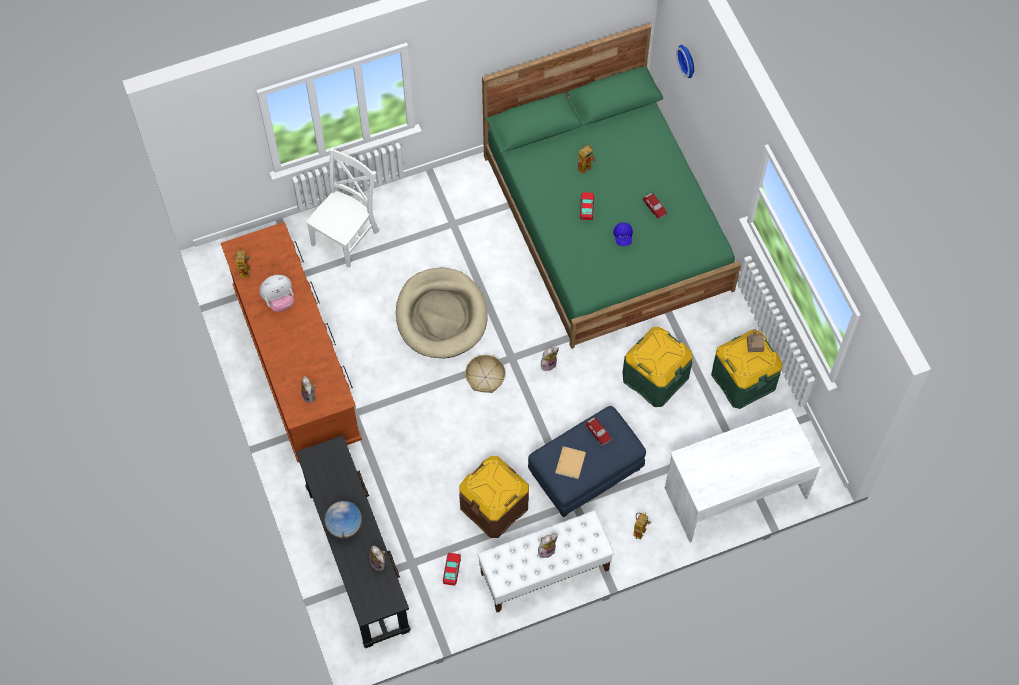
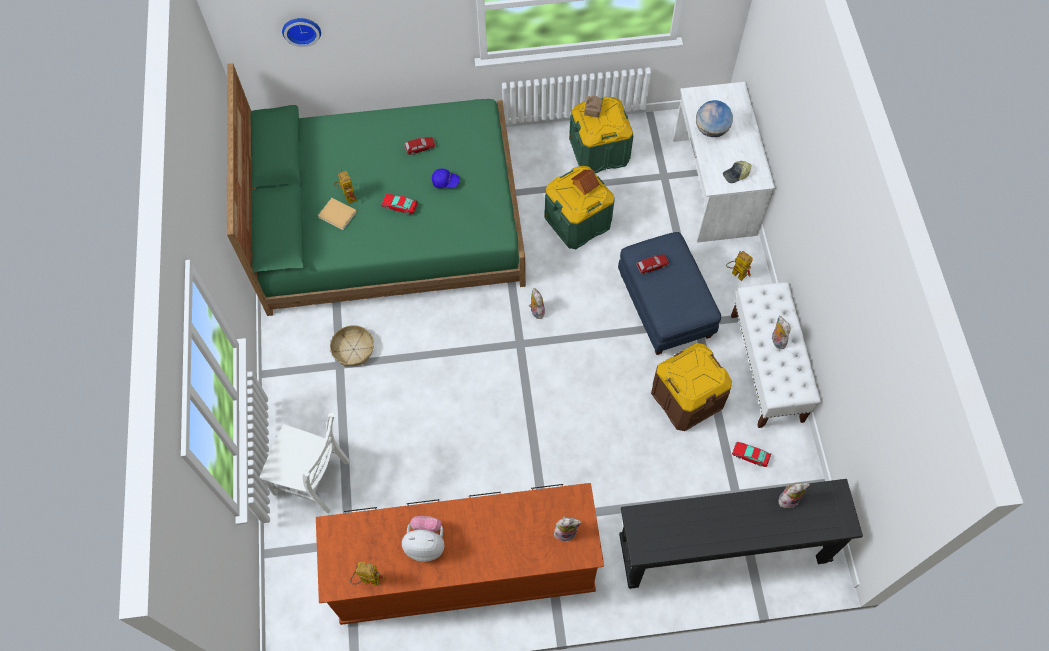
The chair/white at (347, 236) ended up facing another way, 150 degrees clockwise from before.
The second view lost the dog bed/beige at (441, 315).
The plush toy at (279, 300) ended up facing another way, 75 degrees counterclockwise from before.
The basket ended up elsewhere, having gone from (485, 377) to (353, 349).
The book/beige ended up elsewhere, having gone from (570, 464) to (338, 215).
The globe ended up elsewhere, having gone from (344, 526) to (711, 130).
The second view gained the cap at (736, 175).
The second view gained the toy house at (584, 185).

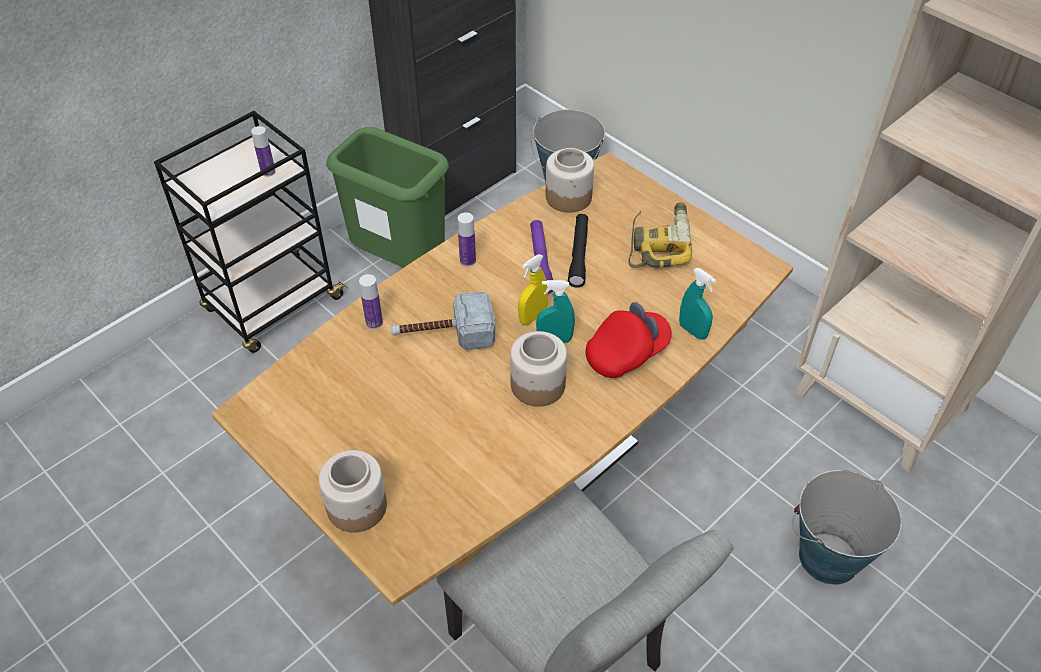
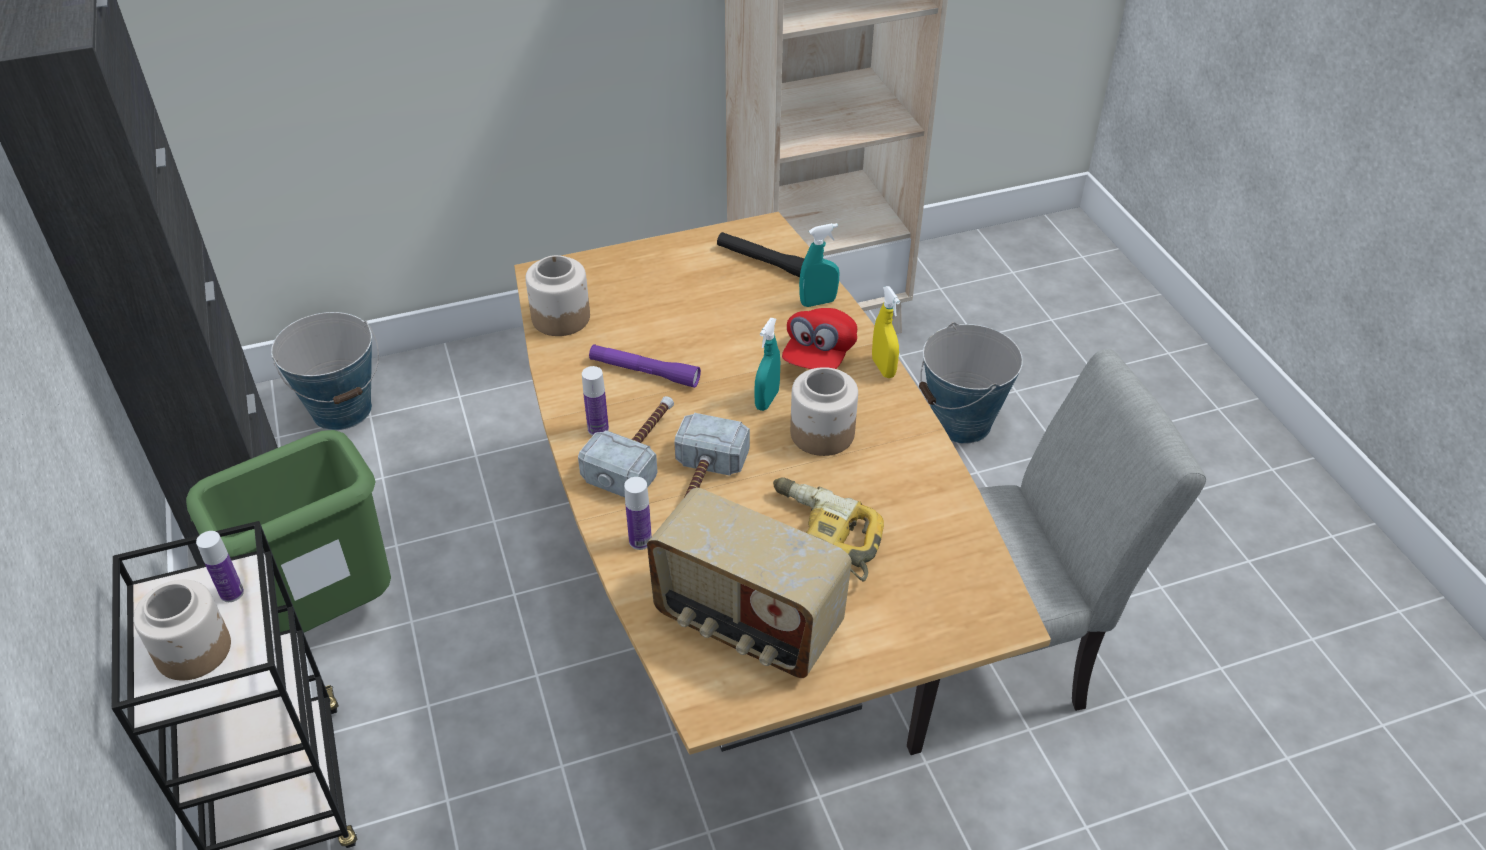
The power drill ended up elsewhere, having gone from (658, 242) to (818, 537).
The flashlight/black ended up elsewhere, having gone from (579, 255) to (764, 262).
The spray bottle/yellow ended up elsewhere, having gone from (532, 317) to (883, 368).
The cap/red at (627, 353) ended up facing another way, 150 degrees counterclockwise from before.
The jar ended up elsewhere, having gone from (357, 506) to (194, 650).
The second view gained the hammer at (639, 453).
The second view gained the radio at (746, 624).

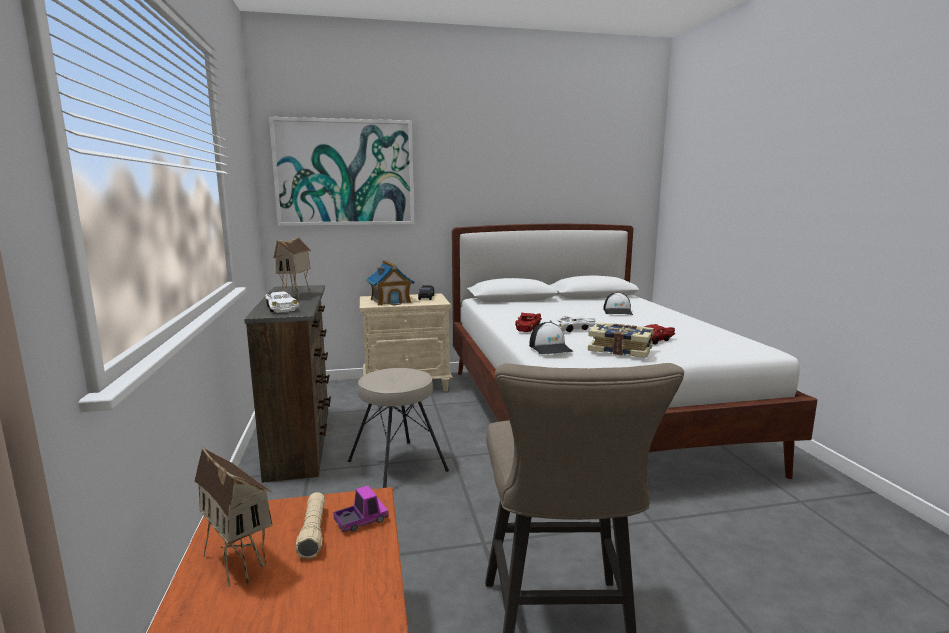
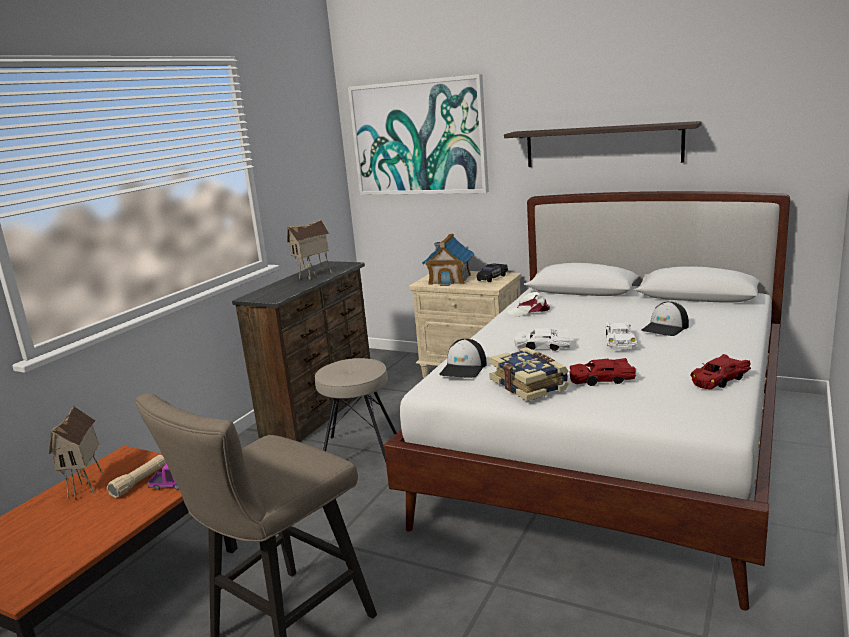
The toy car/white ended up elsewhere, having gone from (281, 308) to (619, 341).
The toy car/red ended up elsewhere, having gone from (527, 327) to (718, 379).
The second view gained the shelf at (602, 145).
The second view gained the cap/white at (529, 311).

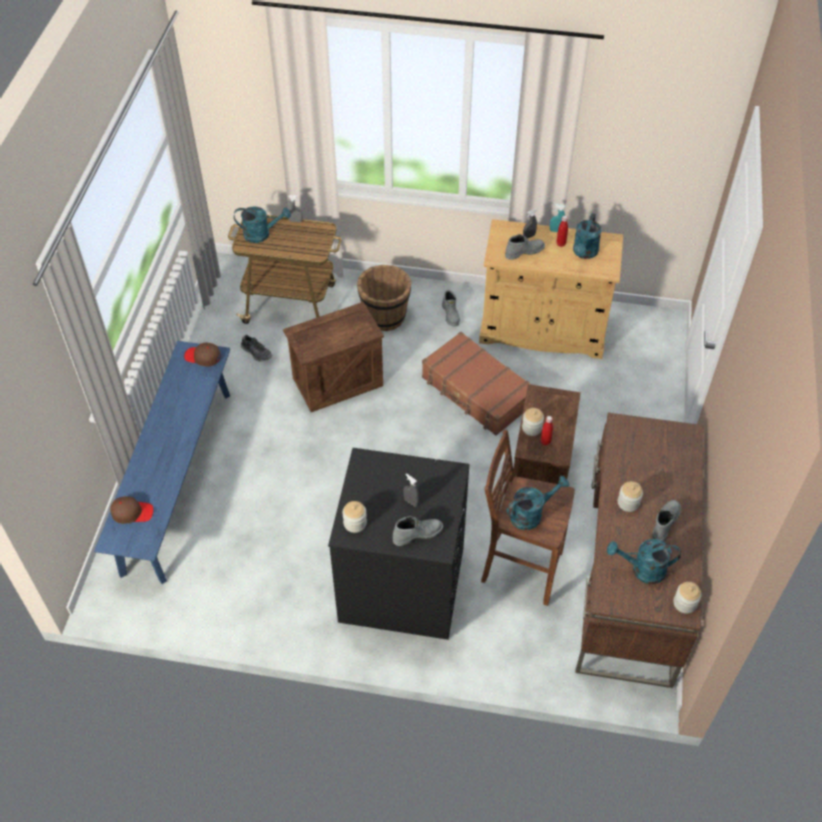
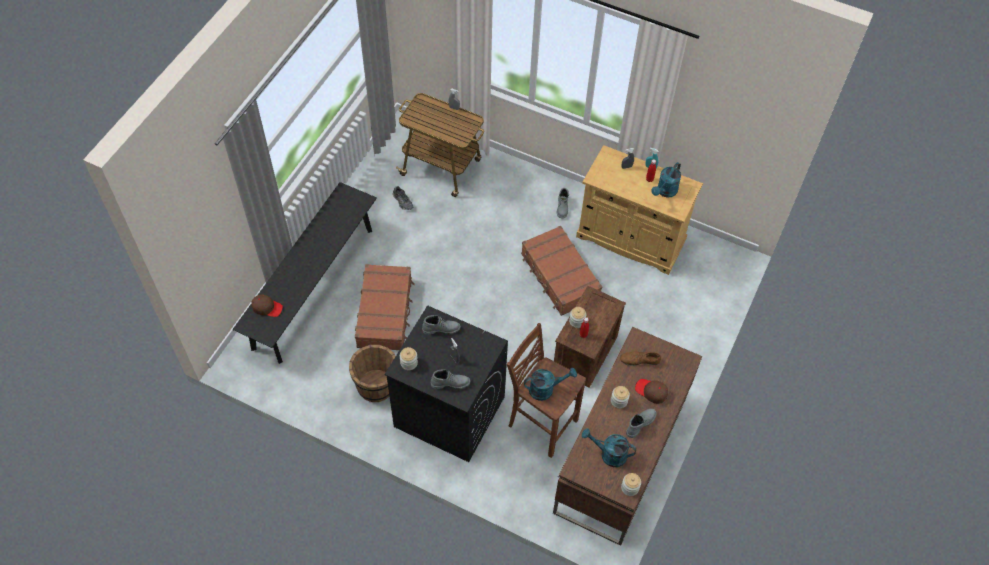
The second view lost the watering can/turquoise at (262, 234).
The boot/grey ended up elsewhere, having gone from (524, 251) to (441, 328).
The bucket/brown ended up elsewhere, having gone from (385, 316) to (376, 385).
The second view lost the crate at (338, 381).
What was the bench/blue at (177, 480) turned into the bench/black at (313, 287).
The cap/brown ended up elsewhere, having gone from (203, 357) to (651, 392).
The second view gained the suitcase/brown at (385, 312).
The second view gained the shoe/brown at (639, 360).

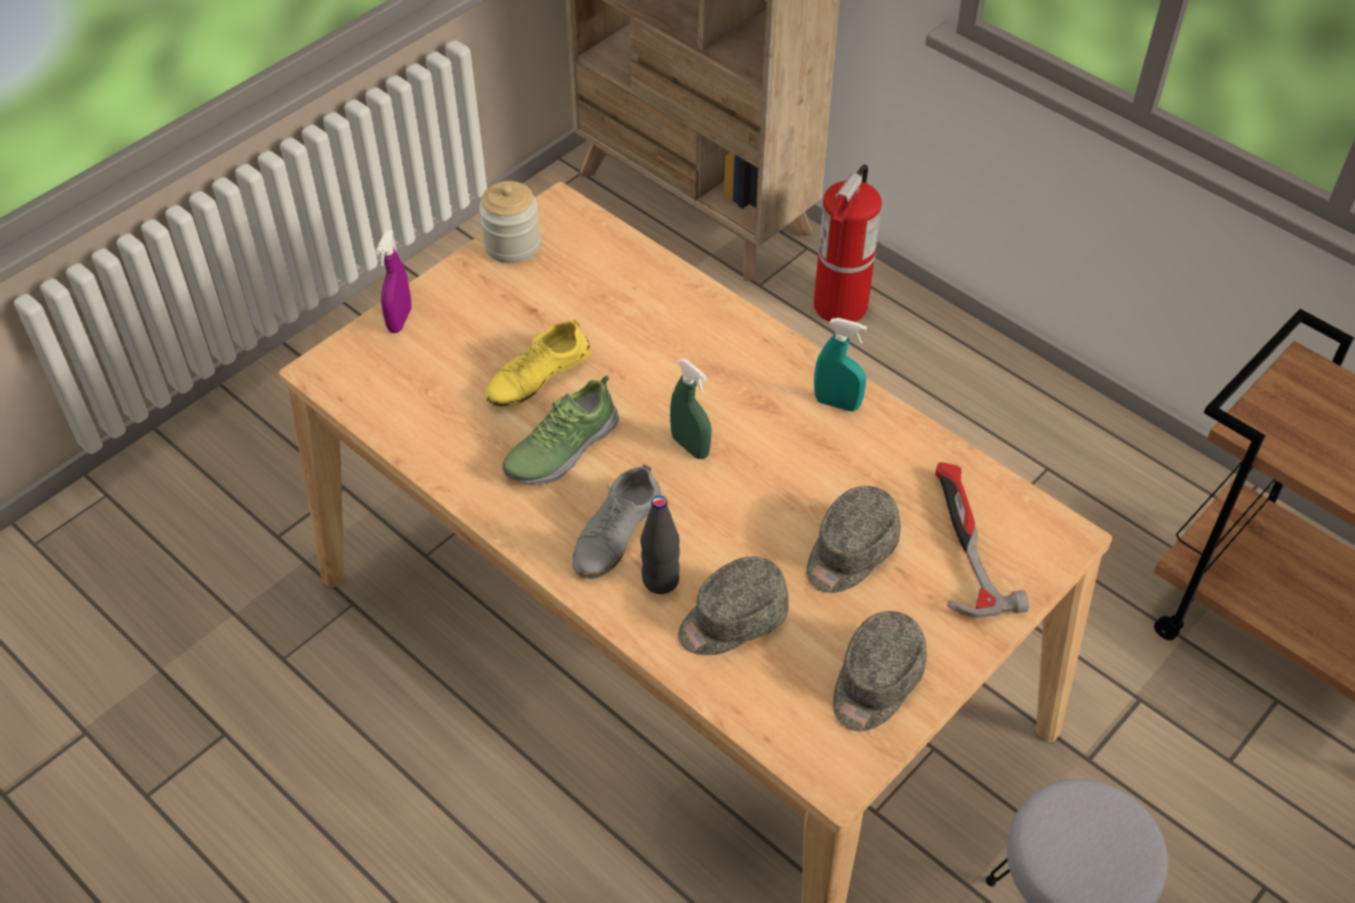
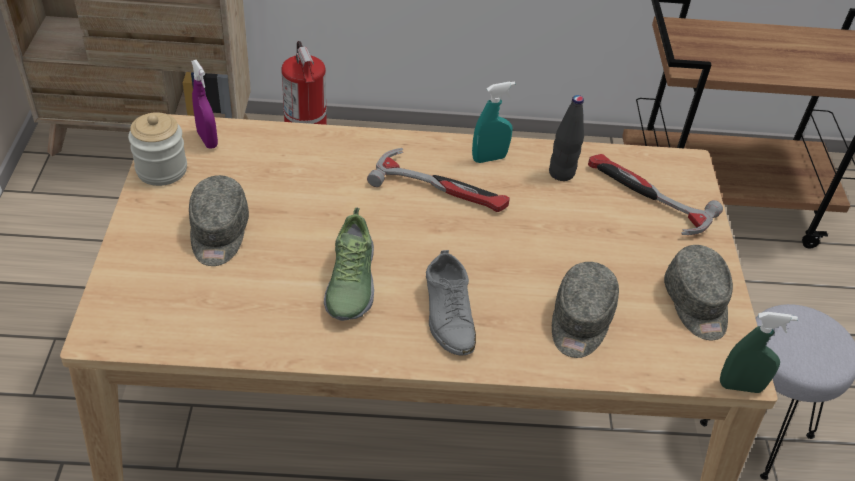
The spray bottle/purple ended up elsewhere, having gone from (400, 320) to (207, 140).
The second view lost the shoe/yellow at (537, 375).
The spray bottle/green ended up elsewhere, having gone from (690, 446) to (740, 386).
The cap/grey ended up elsewhere, having gone from (850, 553) to (218, 233).
The bottle/black ended up elsewhere, having gone from (660, 580) to (561, 173).
The second view gained the hammer at (441, 187).

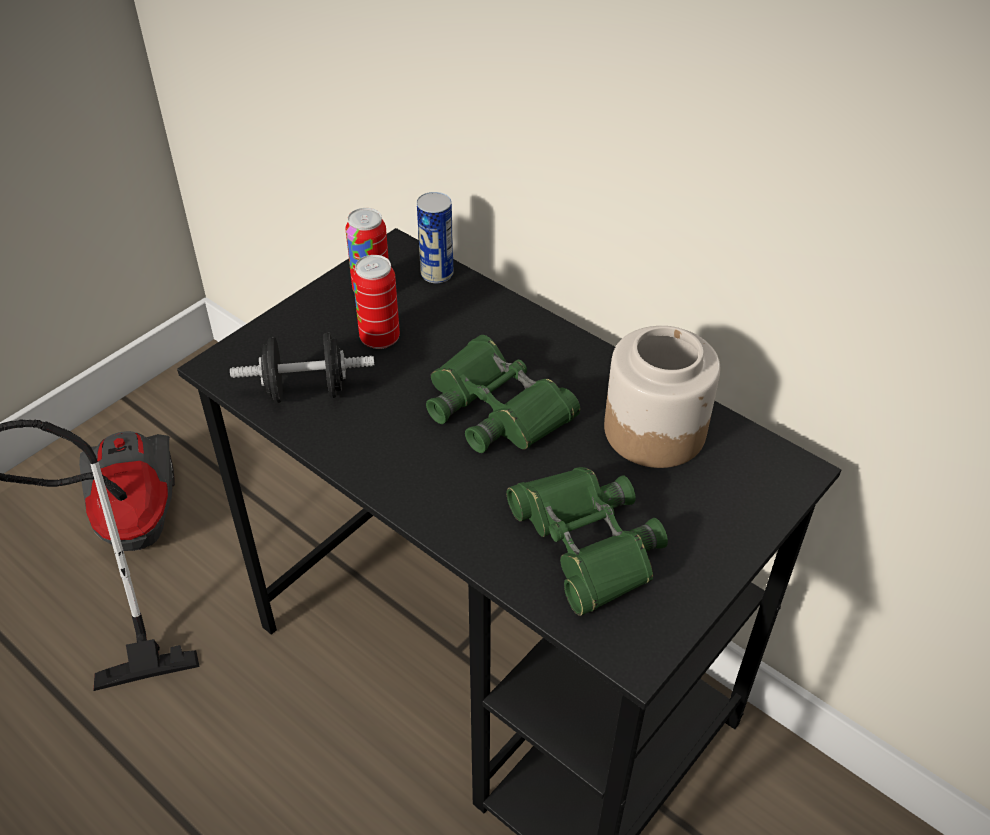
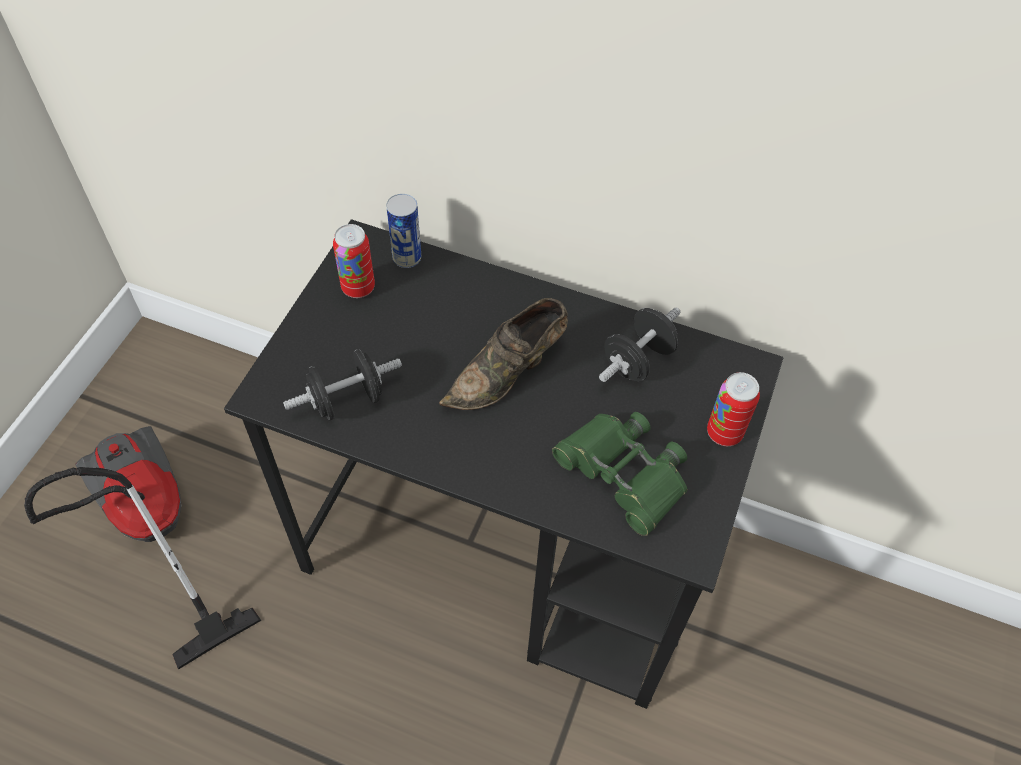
The can ended up elsewhere, having gone from (380, 339) to (724, 433).
Where the jar stood at (655, 430), the dumbbell/black came to stand at (638, 360).
Where the binoculars/green stood at (496, 408), the shoe/brown came to stand at (508, 374).

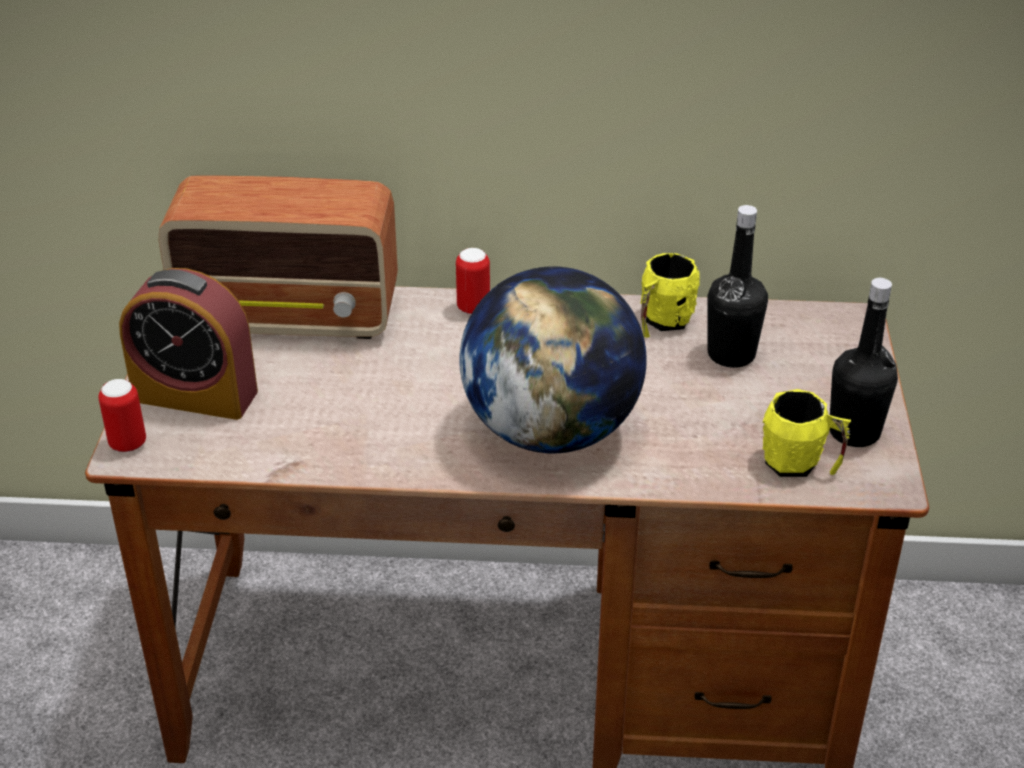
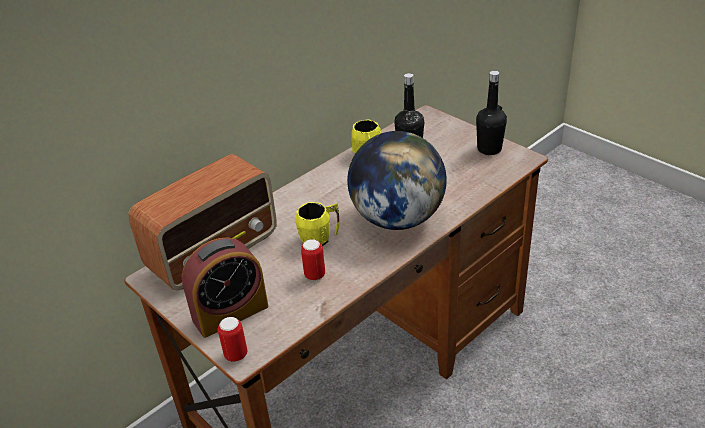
The can ended up elsewhere, having gone from (473, 308) to (315, 275).
The mug/yellow ended up elsewhere, having gone from (800, 464) to (320, 239).

